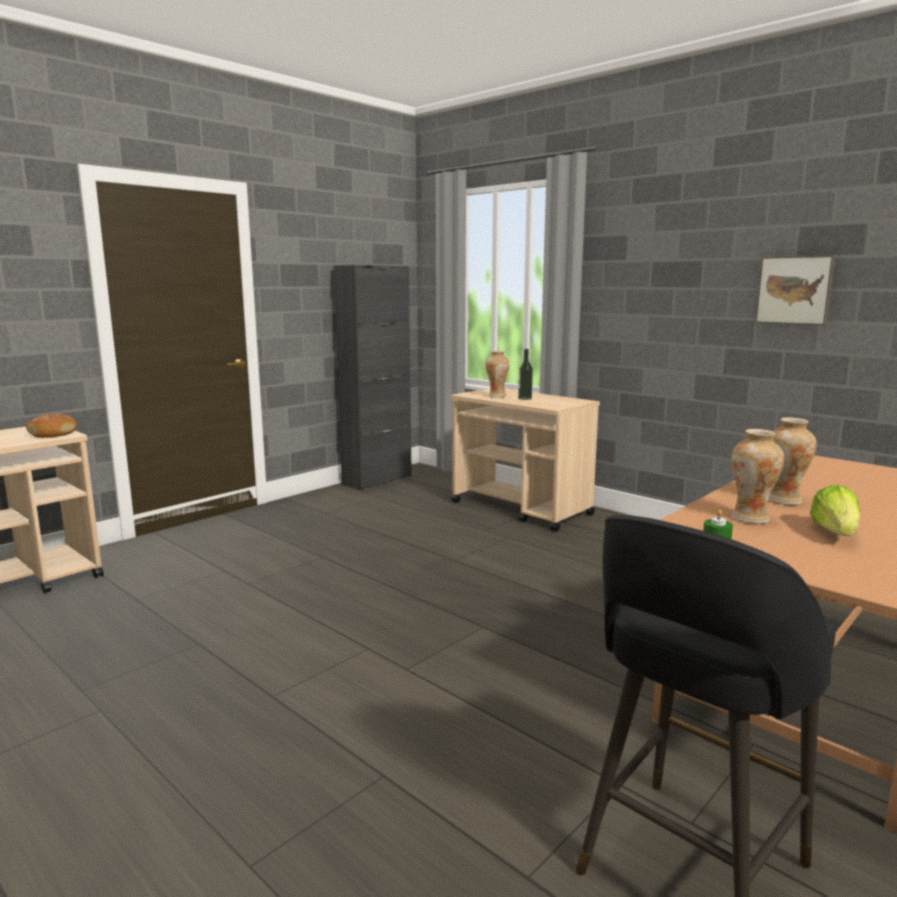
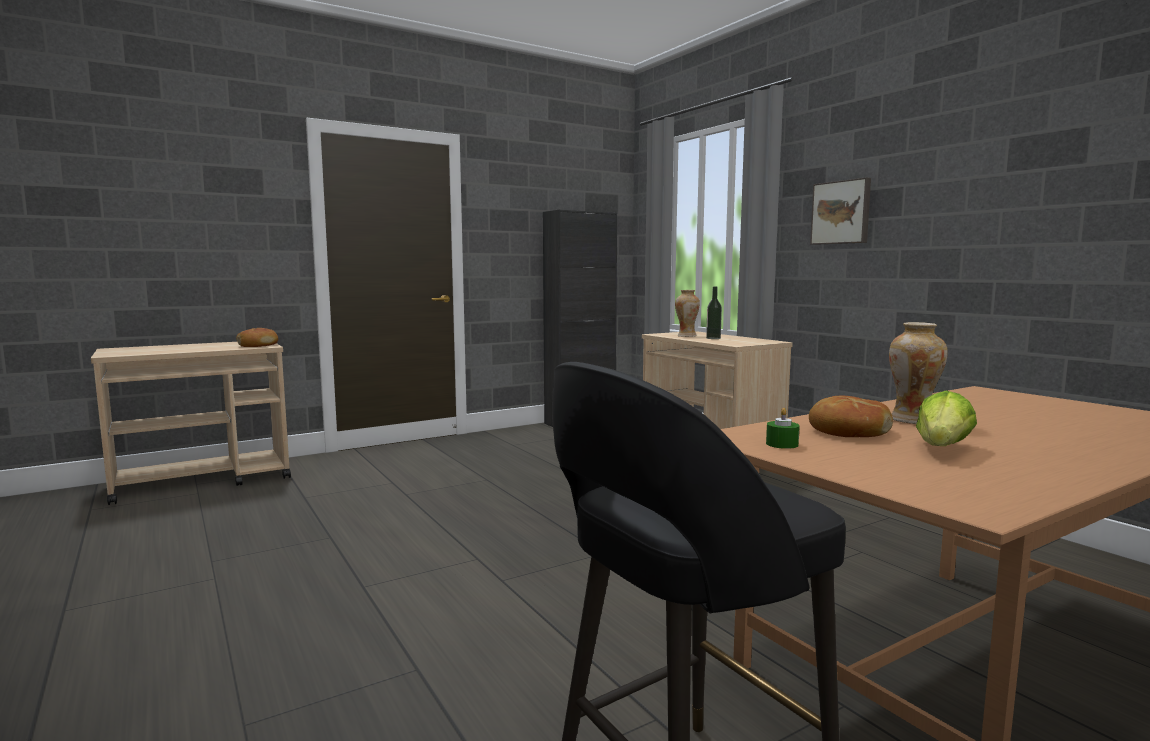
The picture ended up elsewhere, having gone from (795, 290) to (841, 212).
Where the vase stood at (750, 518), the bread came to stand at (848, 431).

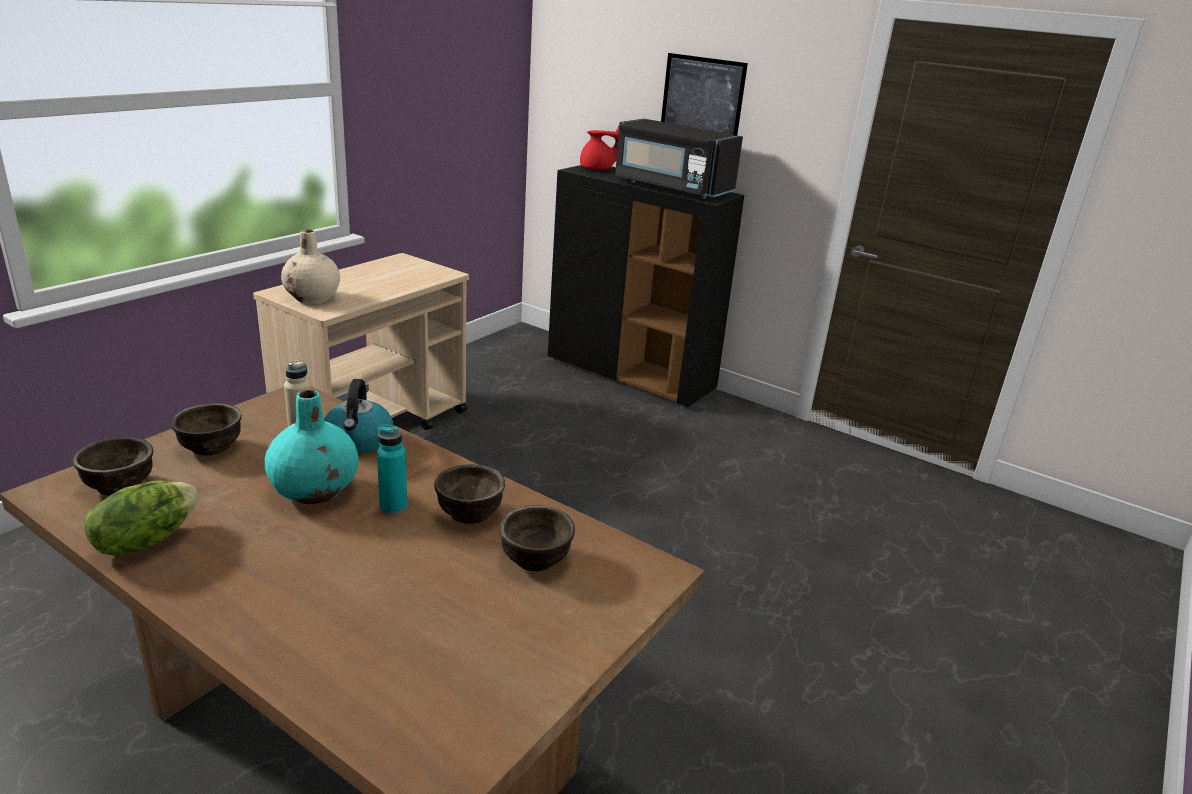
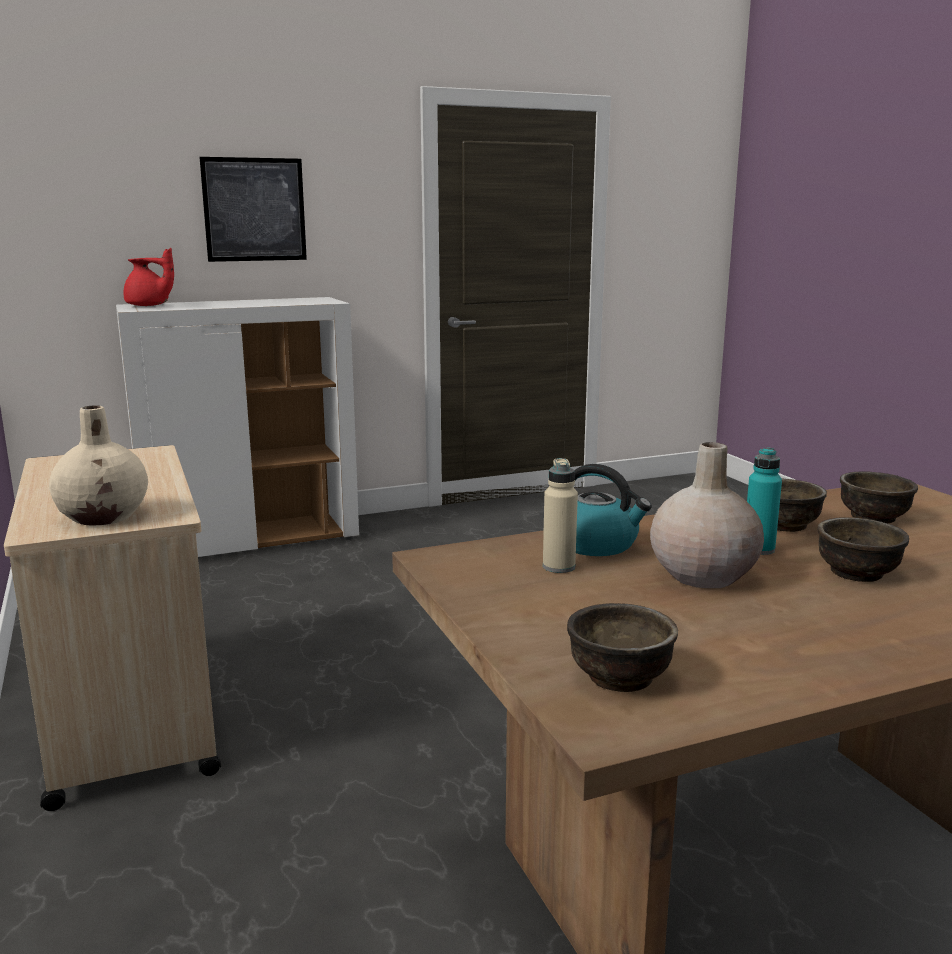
The second view lost the microwave/black at (671, 188).
The teapot/red at (598, 169) ended up facing another way, 75 degrees clockwise from before.
What was the cabinet/black at (631, 374) turned into the cabinet/white at (252, 541).
What was the vase/turquoise at (315, 490) turned into the vase/beige at (702, 575).
The bowl/brown ended up elsewhere, having gone from (211, 447) to (857, 572).
The second view lost the lettuce at (145, 540).

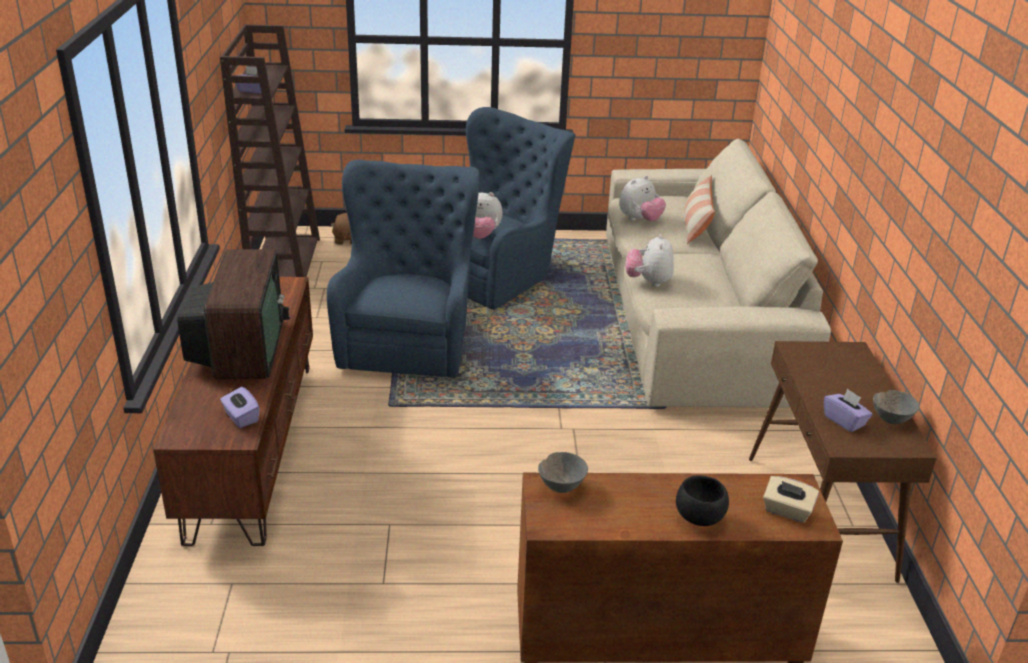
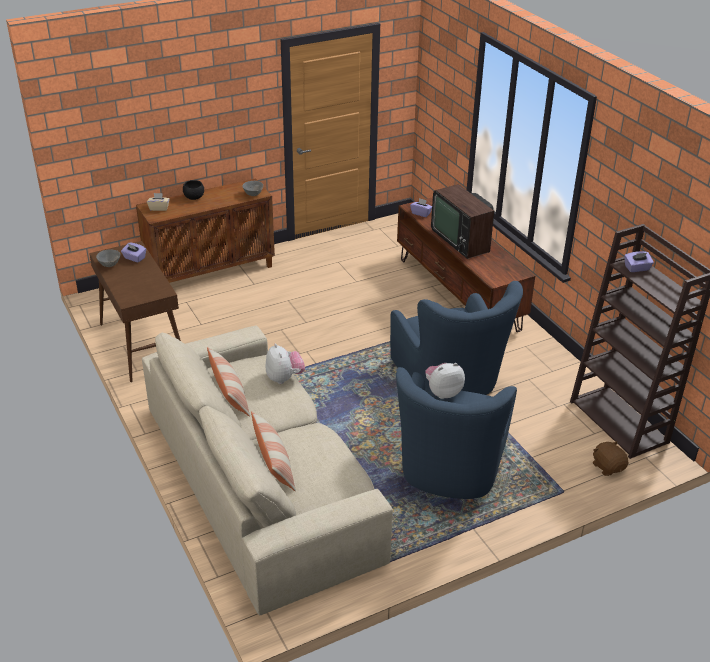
The second view lost the plush toy at (640, 220).
The second view gained the pillow at (229, 394).

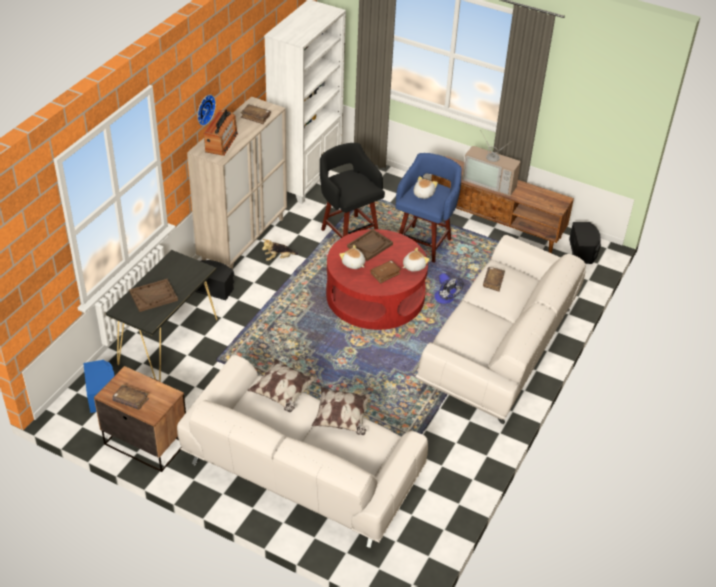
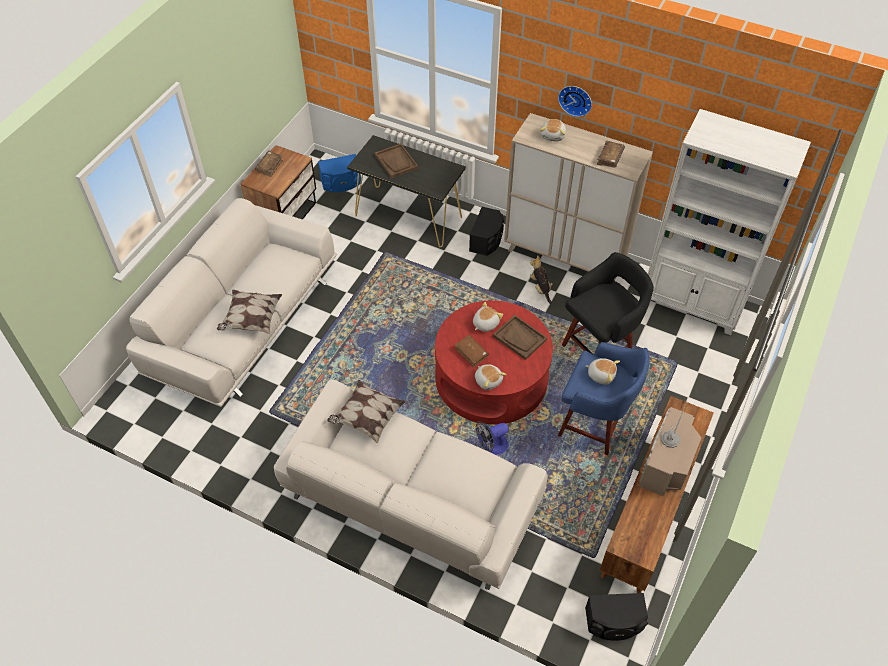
Where the radio stood at (221, 142), the plush toy came to stand at (553, 135).
The second view lost the book/brown at (493, 281).
The pillow ended up elsewhere, having gone from (282, 393) to (367, 418).

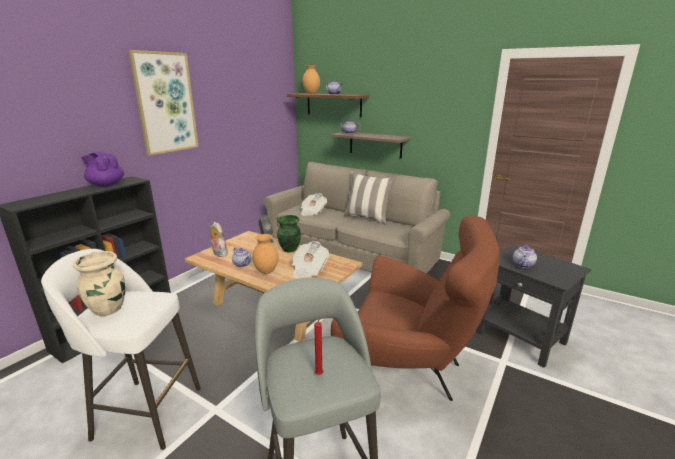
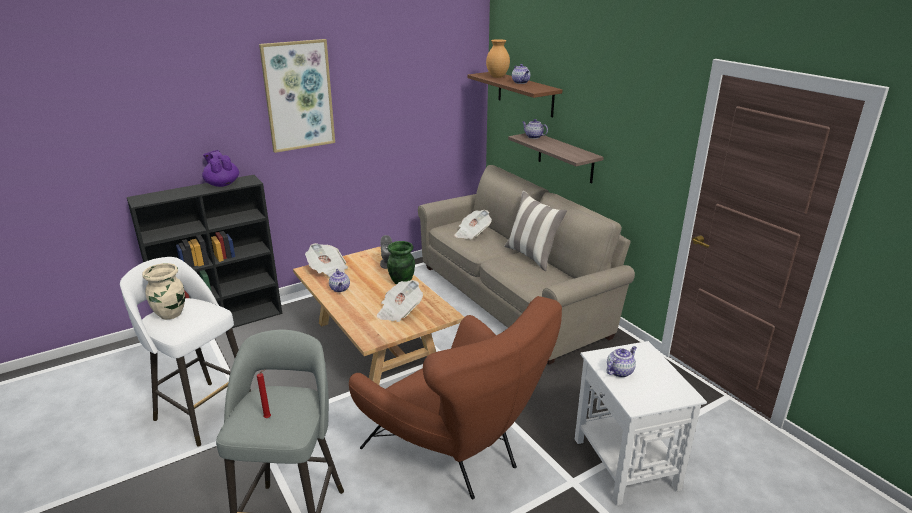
Where the plush toy stood at (219, 254), the newspaper came to stand at (327, 270).
The second view lost the vase/brown at (266, 271).
What was the side table/black at (521, 338) turned into the side table/white at (626, 464).

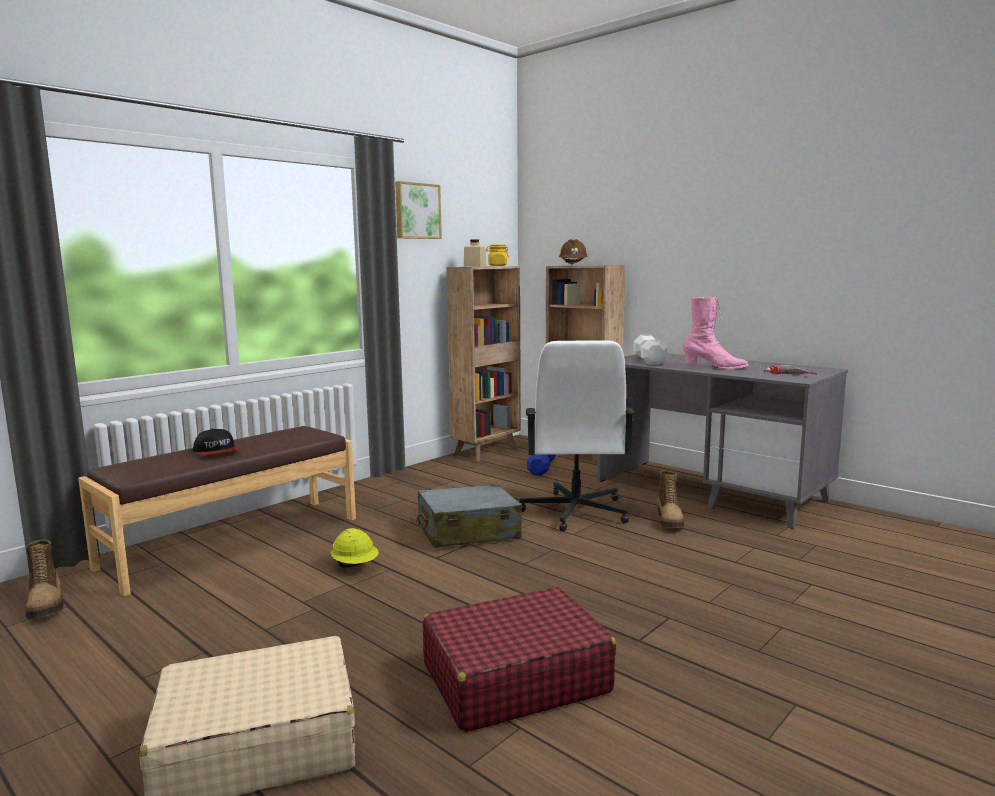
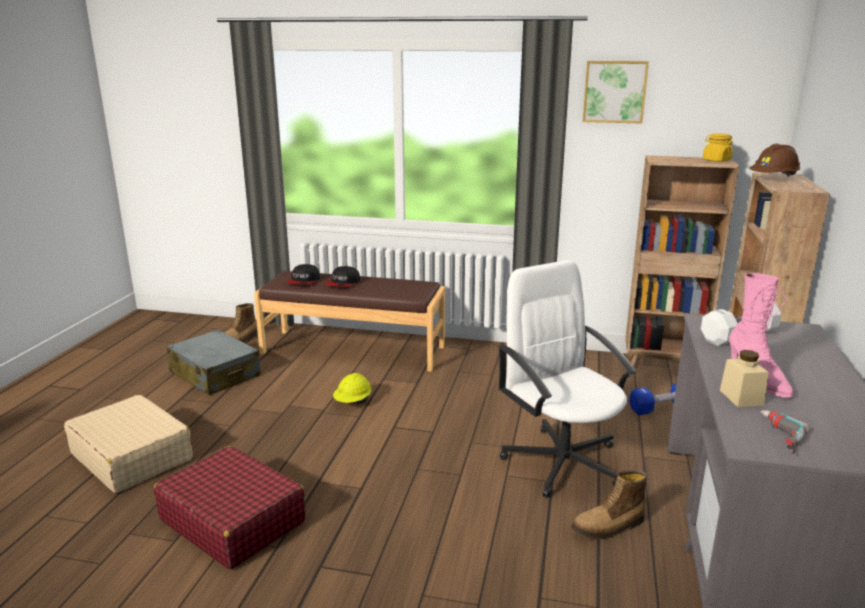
The jar/beige ended up elsewhere, having gone from (475, 266) to (741, 397).
The office chair/white at (575, 512) ended up facing another way, 90 degrees clockwise from before.
The suitcase/grey ended up elsewhere, having gone from (467, 532) to (215, 374).
The second view gained the cap at (304, 281).

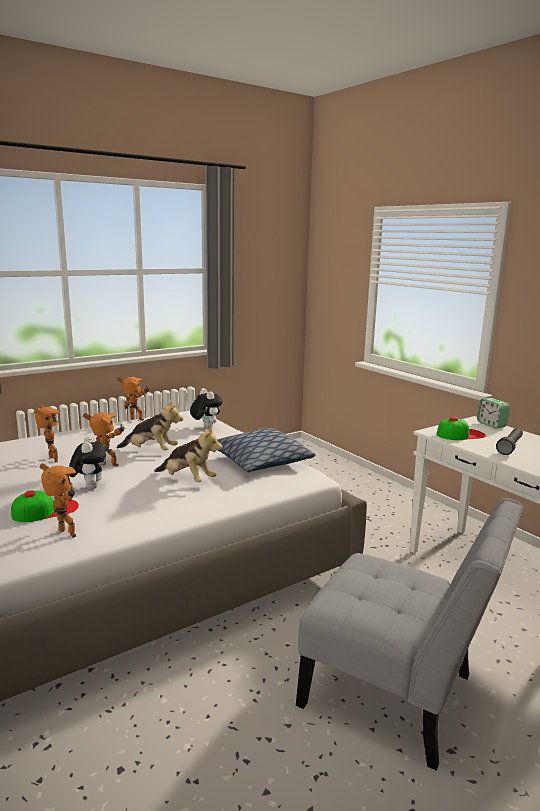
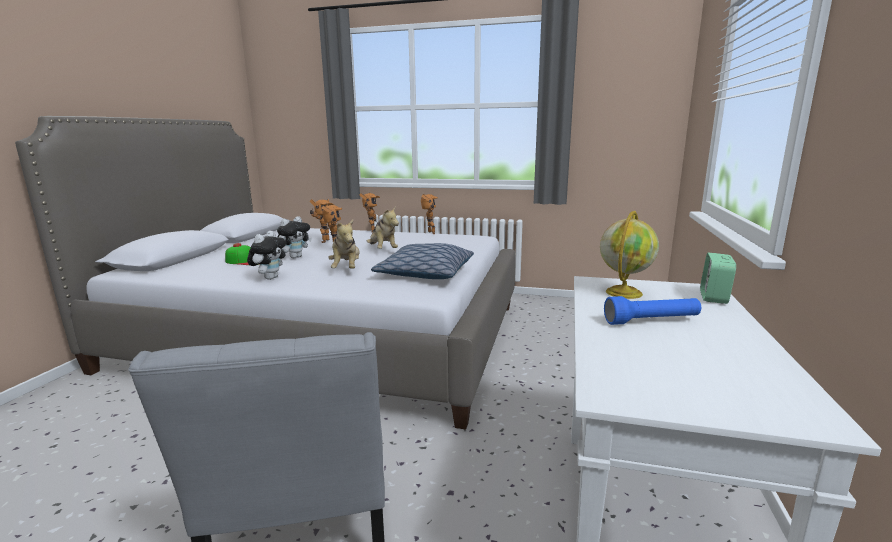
The plush toy ended up elsewhere, having gone from (206, 427) to (270, 278).
Where the cap stood at (460, 434), the globe came to stand at (623, 292).
What was the flashlight/black at (510, 447) turned into the flashlight/blue at (651, 321).
The toy robot ended up elsewhere, having gone from (64, 535) to (370, 231).

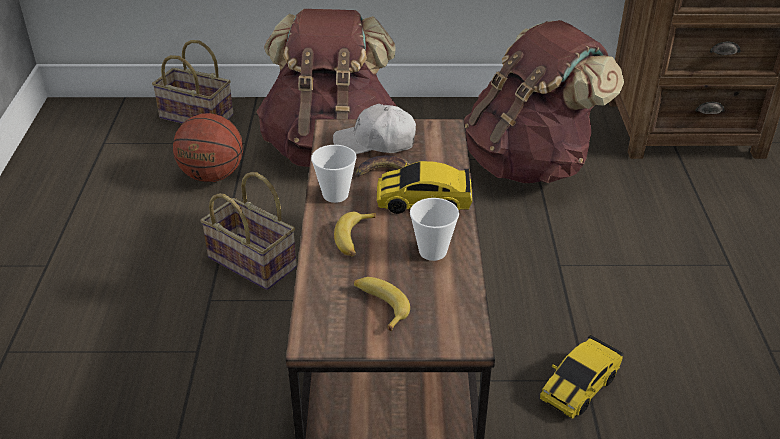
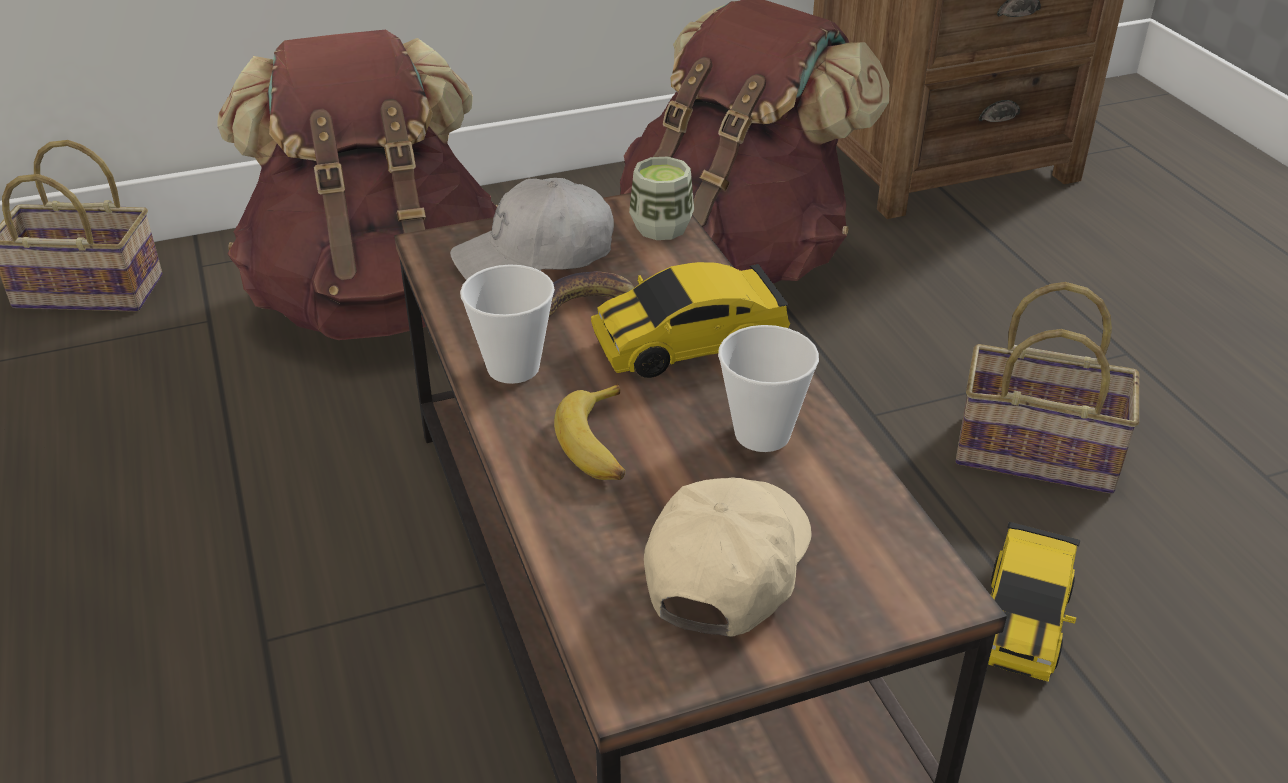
The second view lost the basketball at (212, 176).
The basket ended up elsewhere, having gone from (255, 262) to (1040, 453).
Where the banana stood at (380, 305), the cap/beige came to stand at (727, 566).
The second view gained the cup at (661, 227).

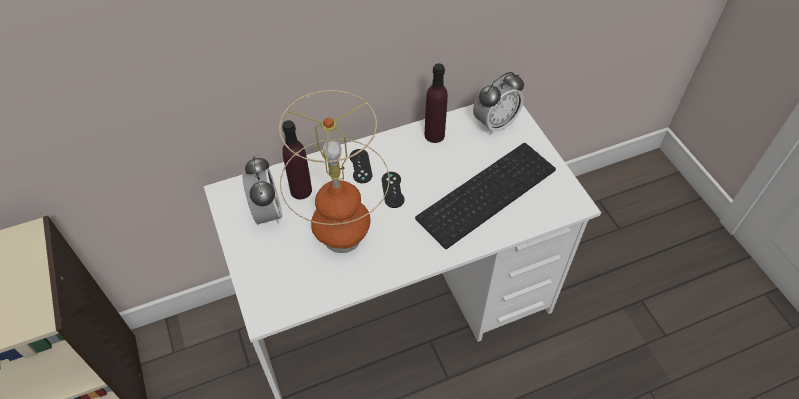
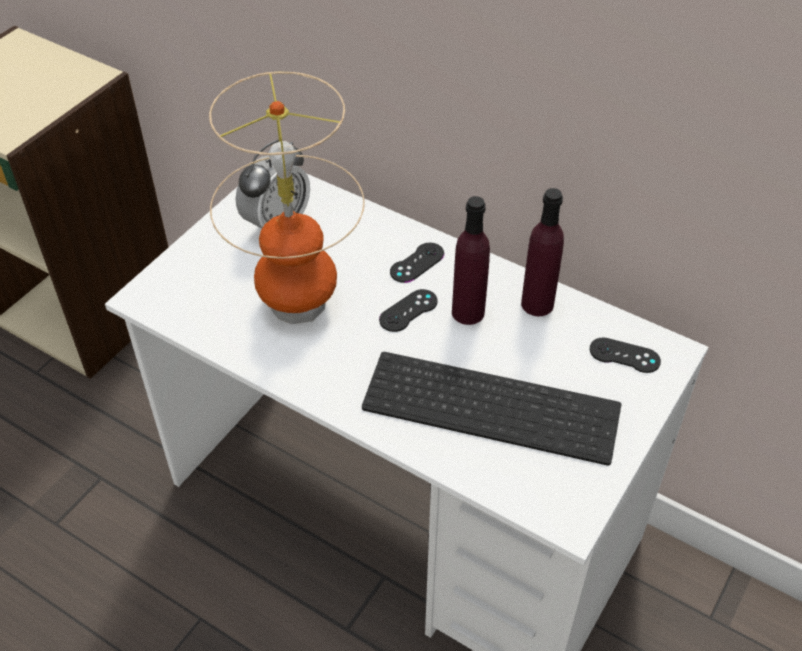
Where the alarm clock stood at (495, 123), the game controller/black came to stand at (624, 355).
The bottle/purple ended up elsewhere, having gone from (301, 190) to (468, 312).

